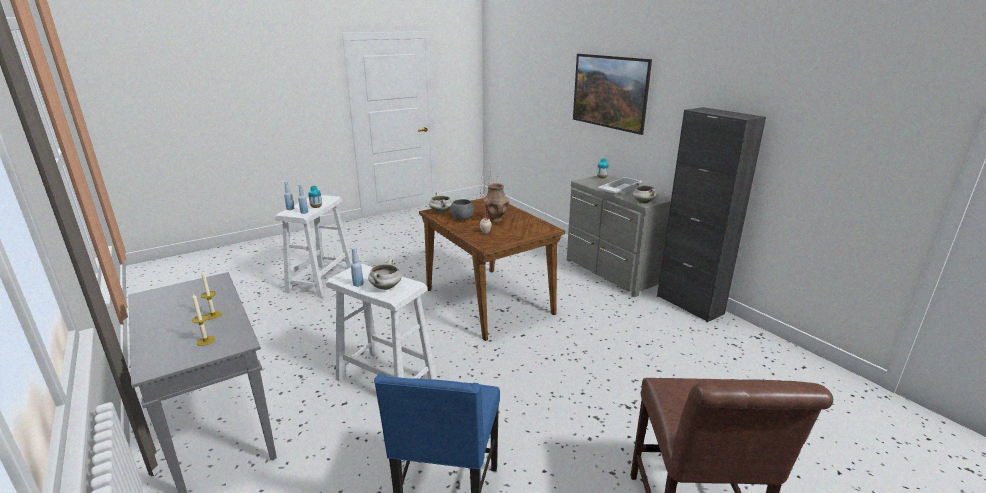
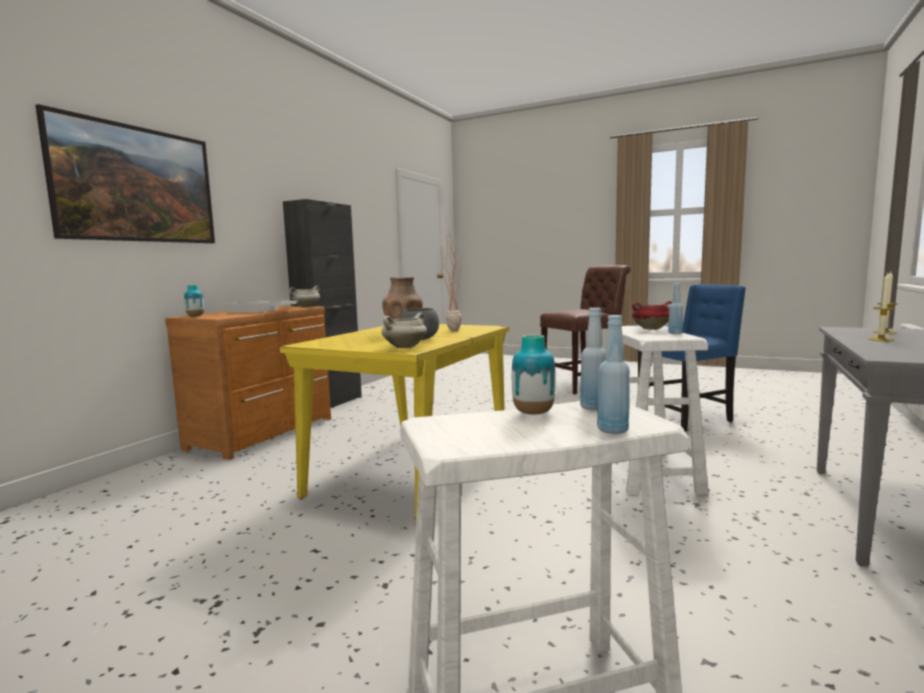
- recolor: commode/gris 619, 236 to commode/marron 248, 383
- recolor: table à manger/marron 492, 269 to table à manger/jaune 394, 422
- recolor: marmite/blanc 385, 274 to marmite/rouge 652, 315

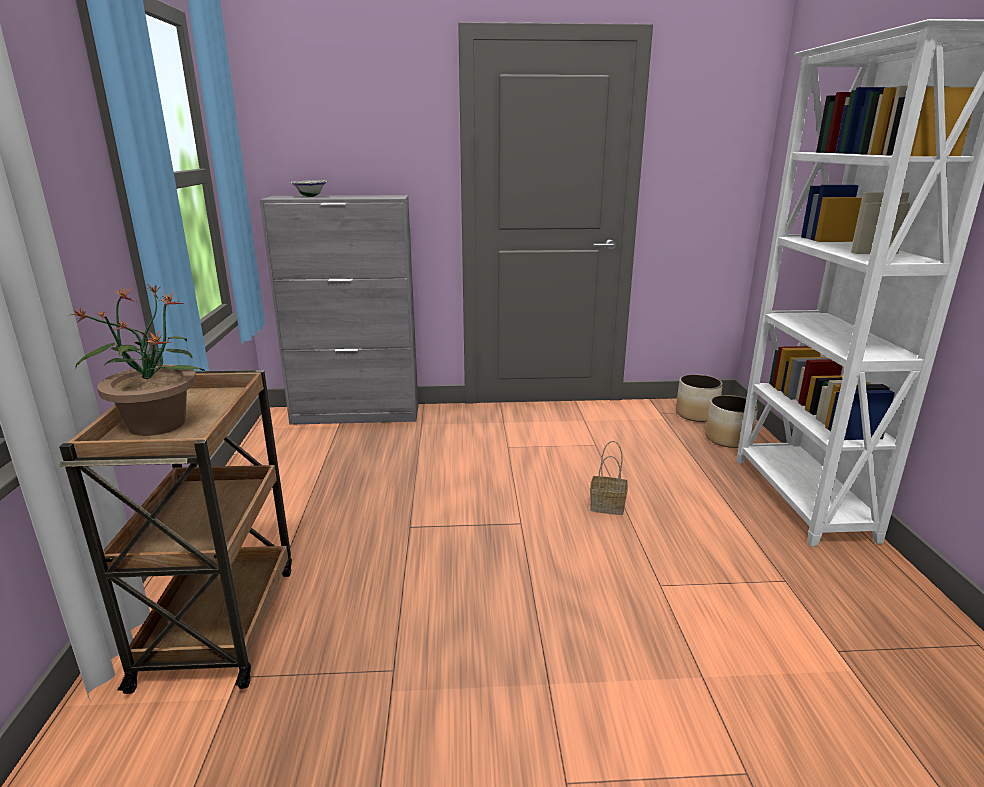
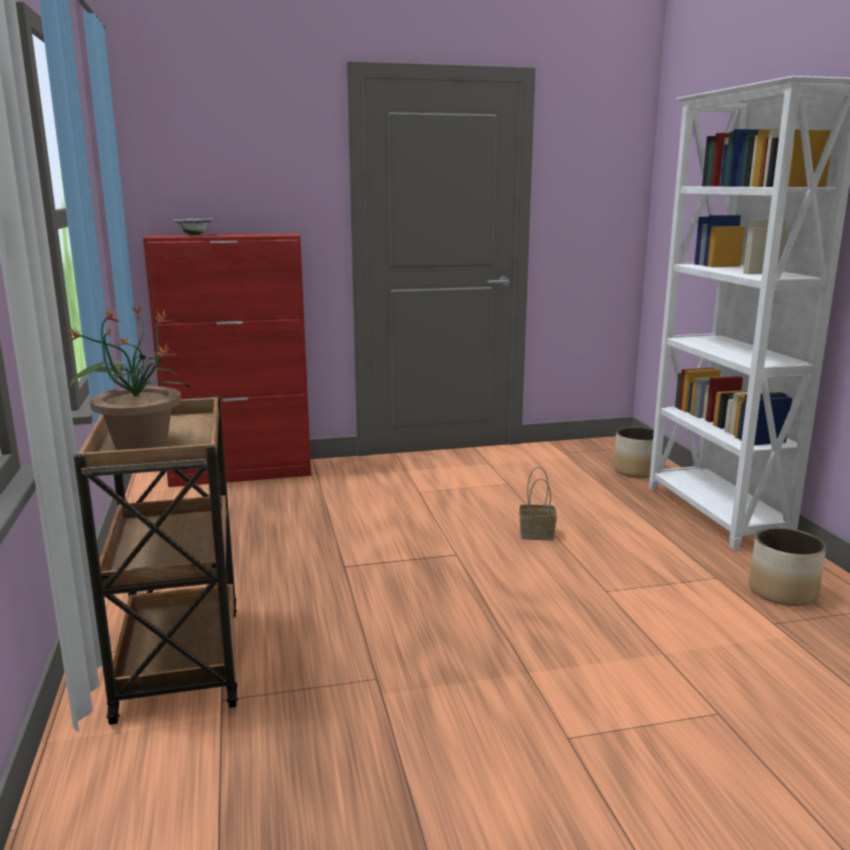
- recolor: meuble de rangement/gris 339, 310 to meuble de rangement/rouge 227, 360
- move: cache-pot 699, 398 to 787, 567

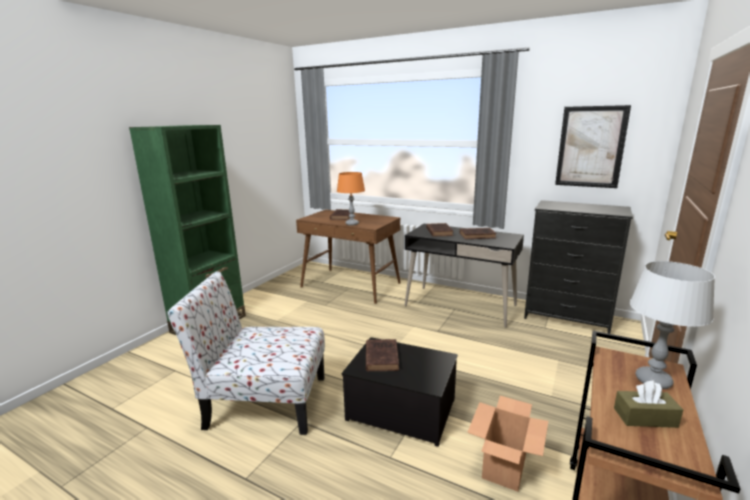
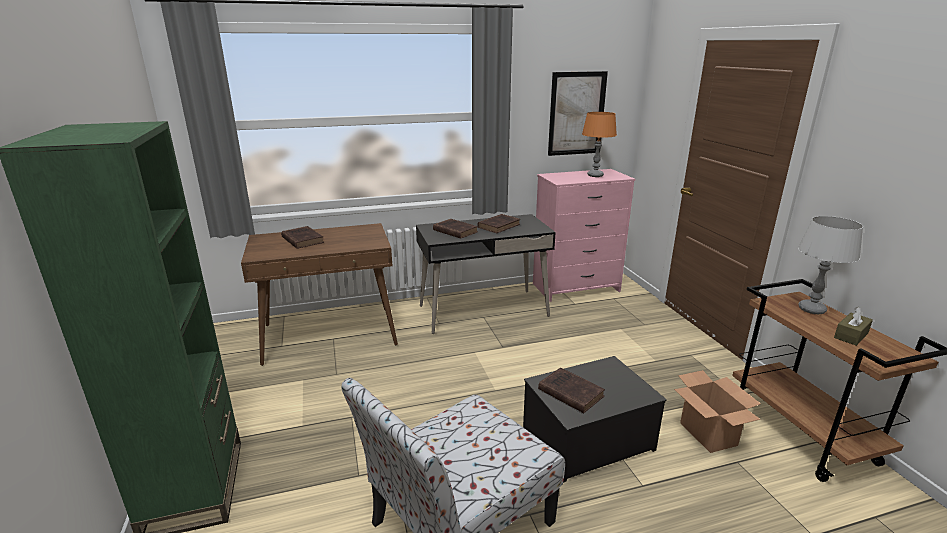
- recolor: commode/noir 578, 267 to commode/rose 584, 235
- move: lampe de table/orange 351, 199 to 599, 144

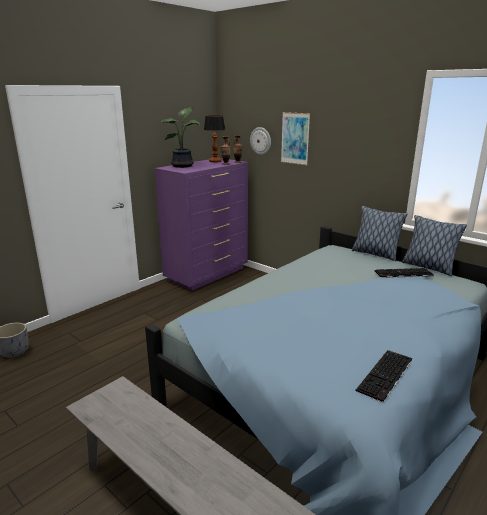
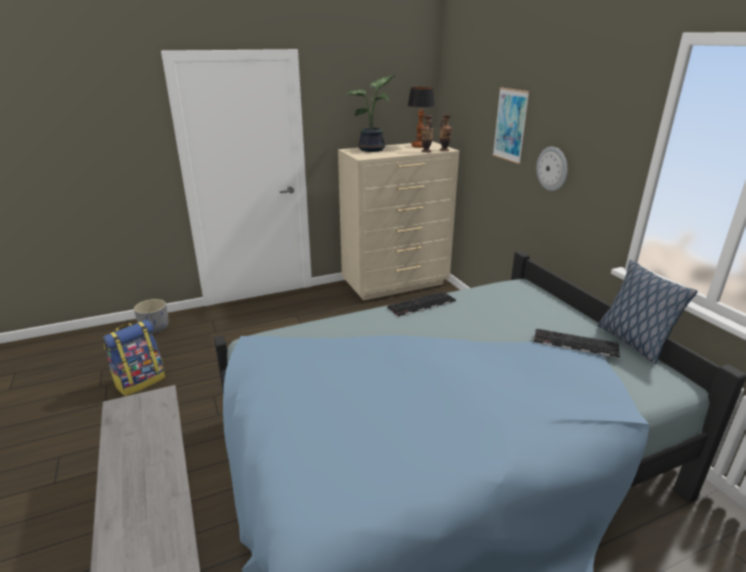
- insert: sac à dos 134, 358
- recolor: commode/violet 201, 224 to commode/beige 398, 221
- move: clavier 384, 376 to 421, 304
- move: horloge murale 260, 141 to 551, 169
- delete: coussin 380, 233

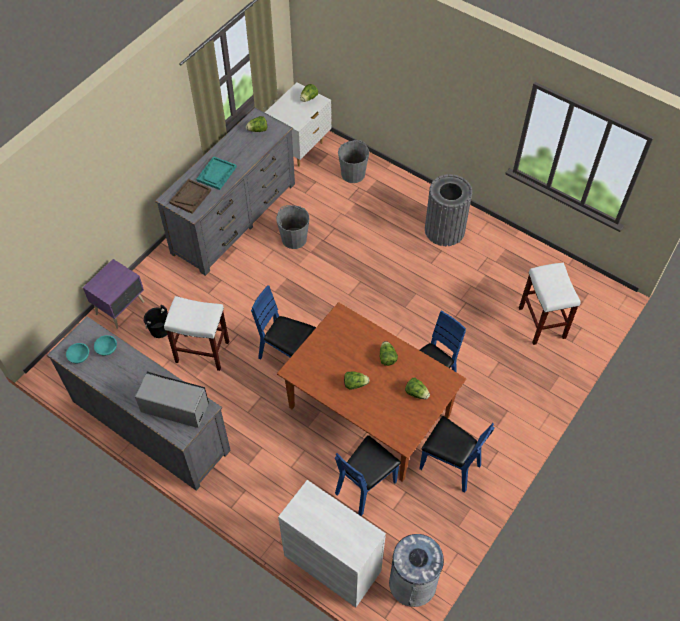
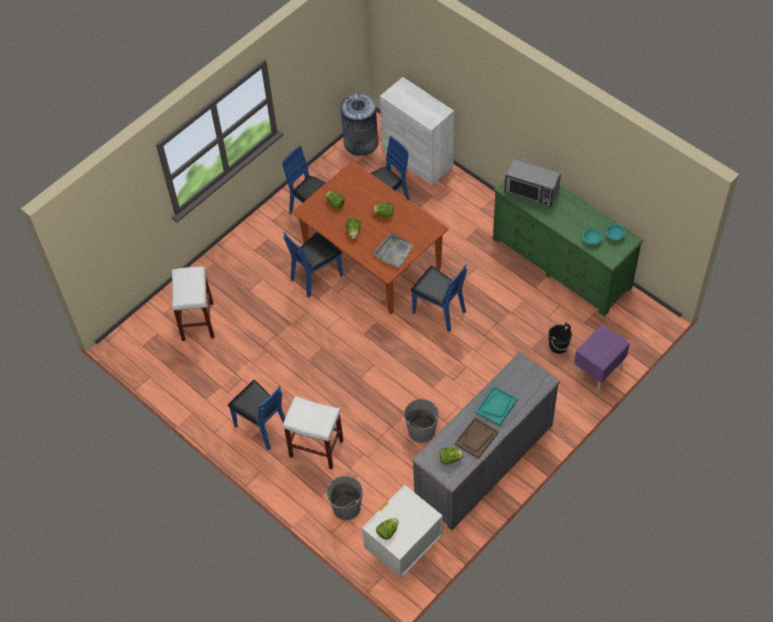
- replace: poubelle/gris 448, 210 to chaise/bleu 256, 415
- move: tabouret/blanc 196, 333 to 313, 432
- insert: plateau/gris 393, 250
- move: plateau/marron 190, 196 to 477, 438
- recolor: commode/gris 139, 403 to commode/vert 568, 248

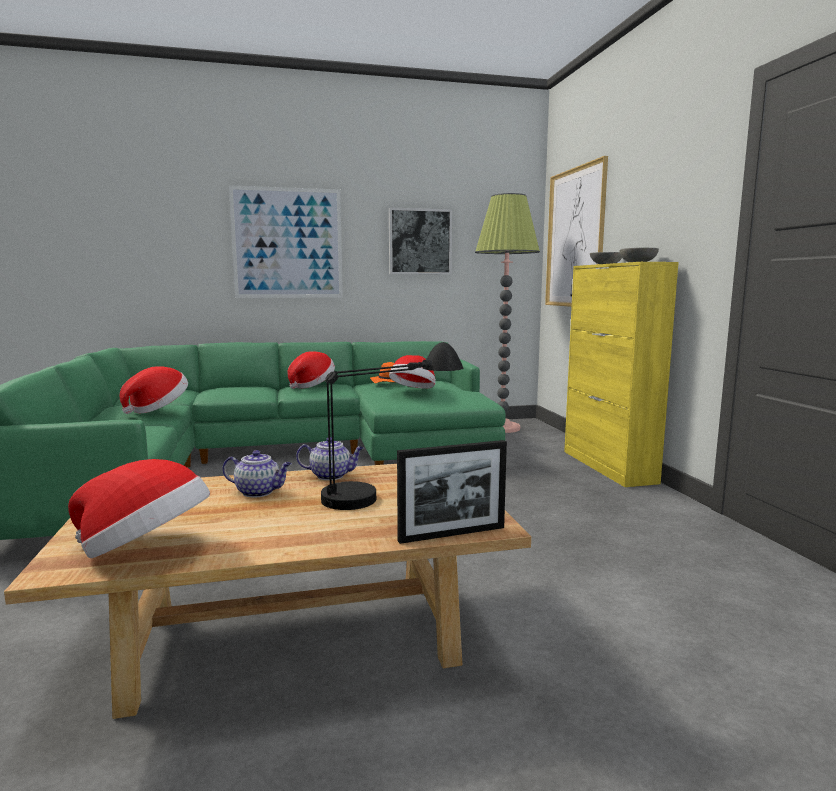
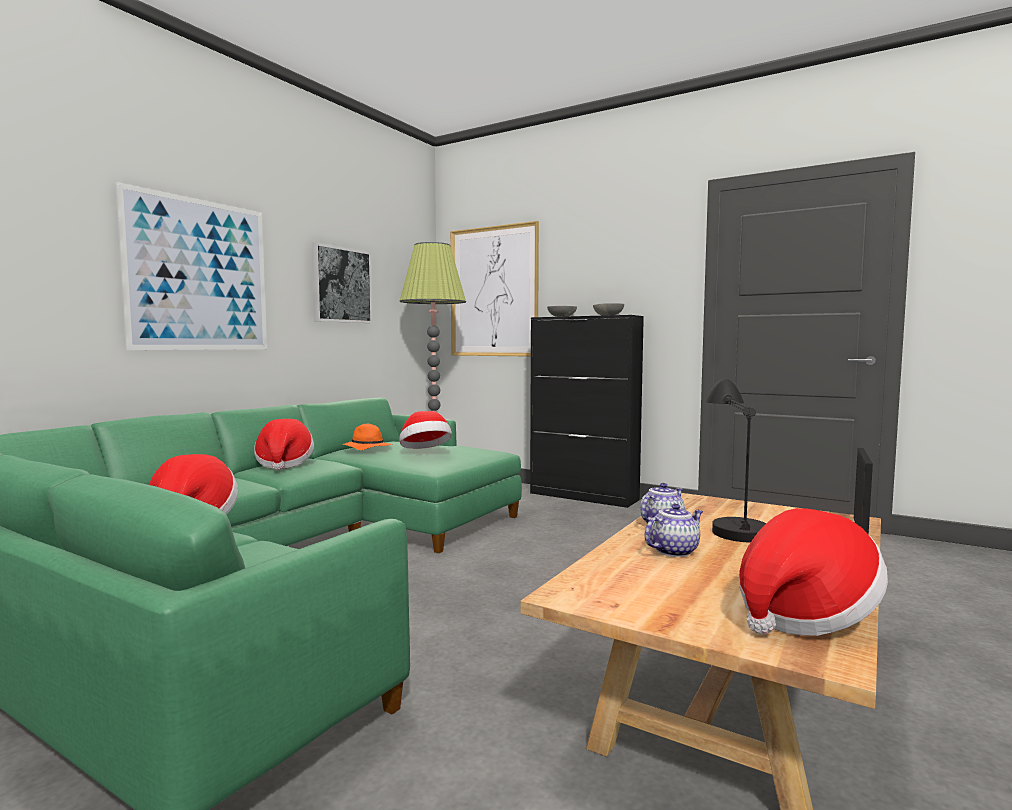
- recolor: meuble de rangement/jaune 621, 374 to meuble de rangement/noir 587, 411

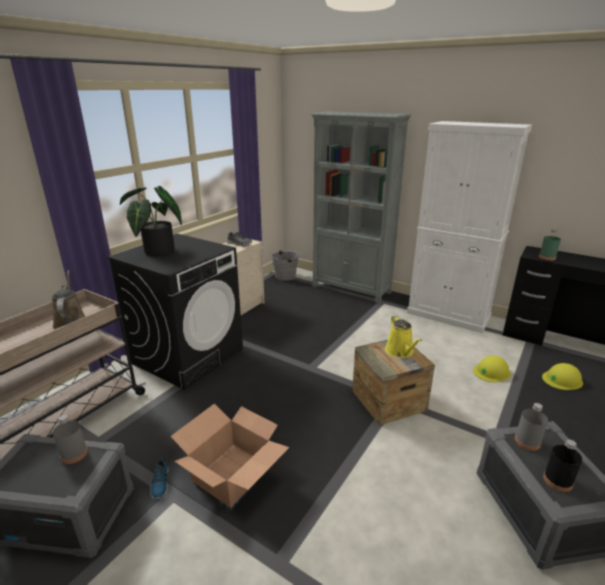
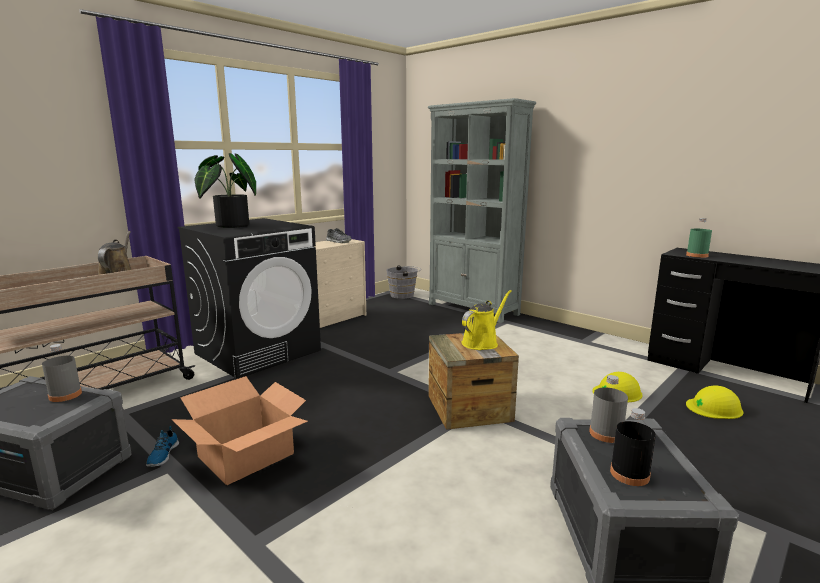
- rotate: arrosoir/jaune 403, 337 = 486, 320 135 degrees counterclockwise
- delete: meuble de rangement/blanc 469, 227

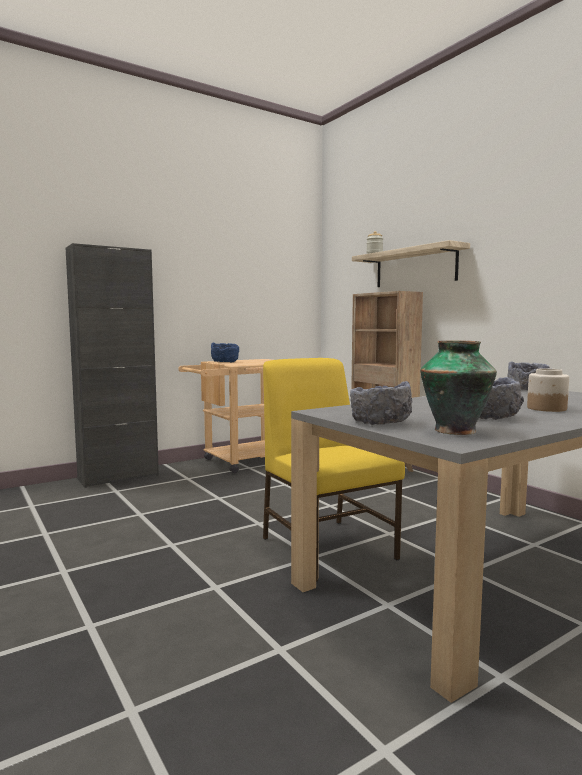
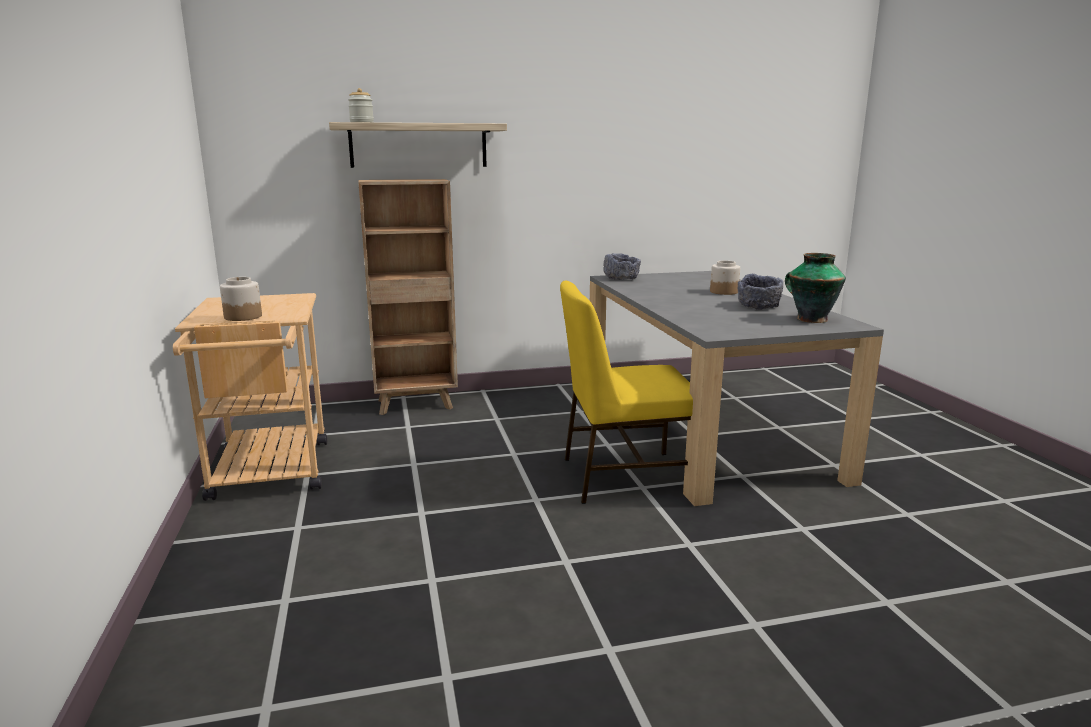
- replace: bol/bleu 225, 352 to bocal 241, 299
- delete: meuble de rangement/noir 112, 365
- delete: bol/gris 381, 403

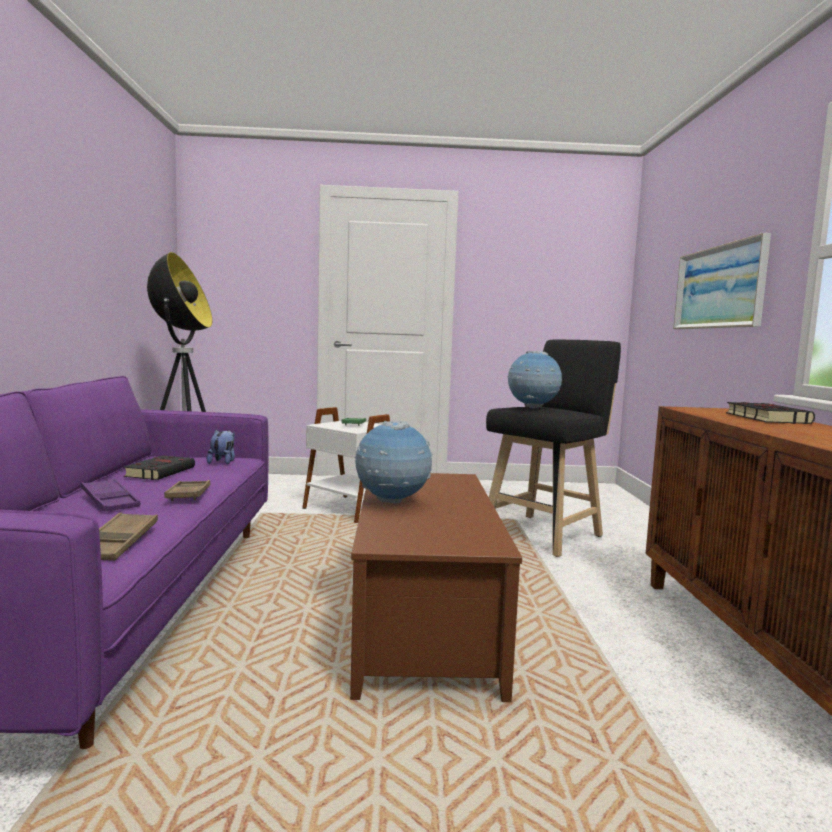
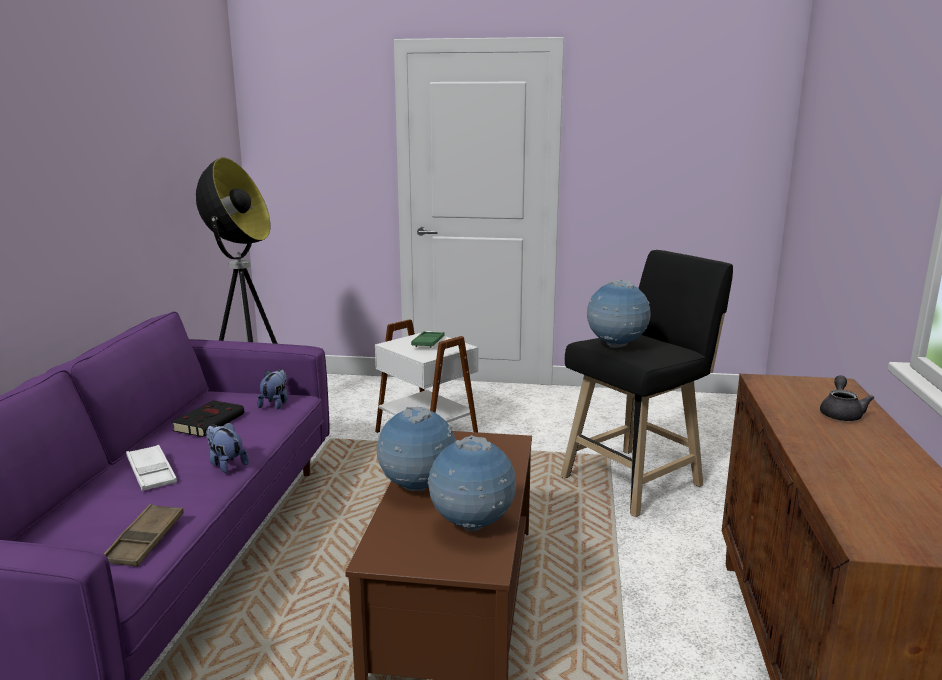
- recolor: plateau/violet 110, 495 to plateau/blanc 151, 468
- replace: plateau/marron 187, 490 to peluche 227, 447
- insert: globe 472, 483
- replace: livre/noir 770, 413 to théière/gris 847, 398
- delete: tableau 722, 281

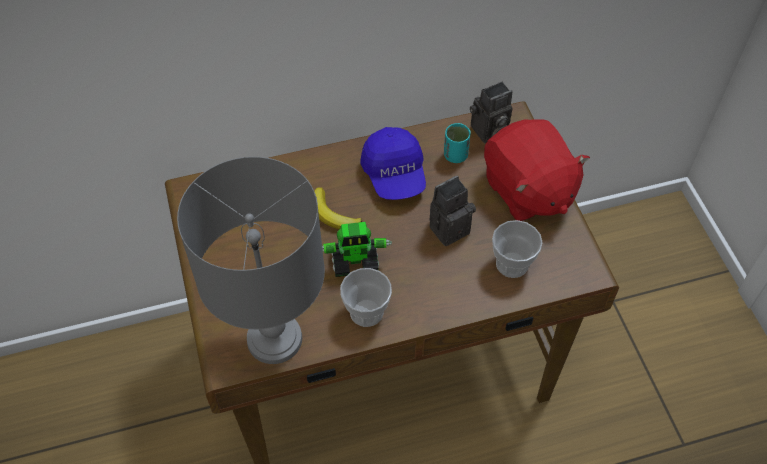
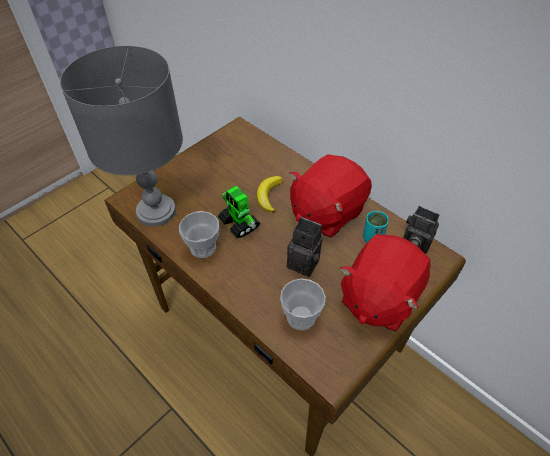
- replace: casquette/bleu 393, 163 to peluche/rouge 330, 196

